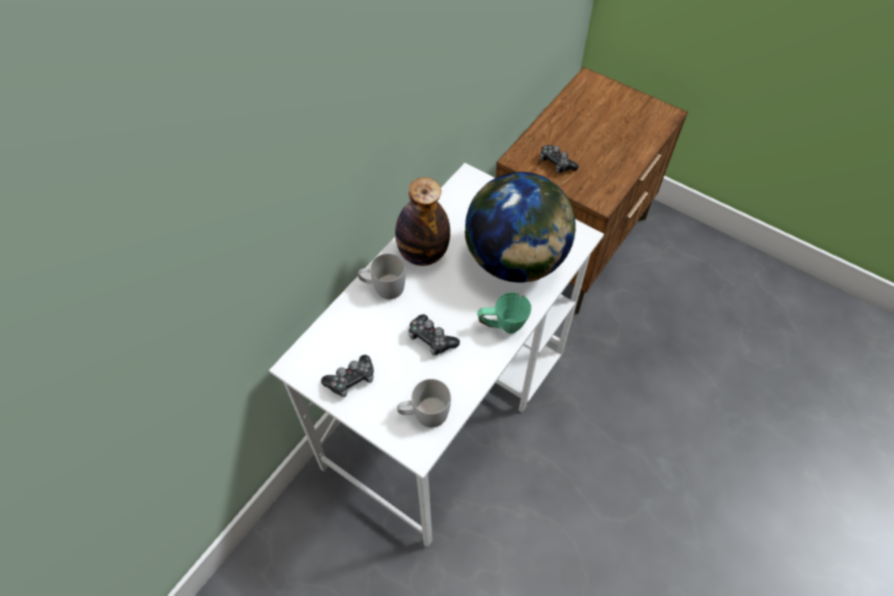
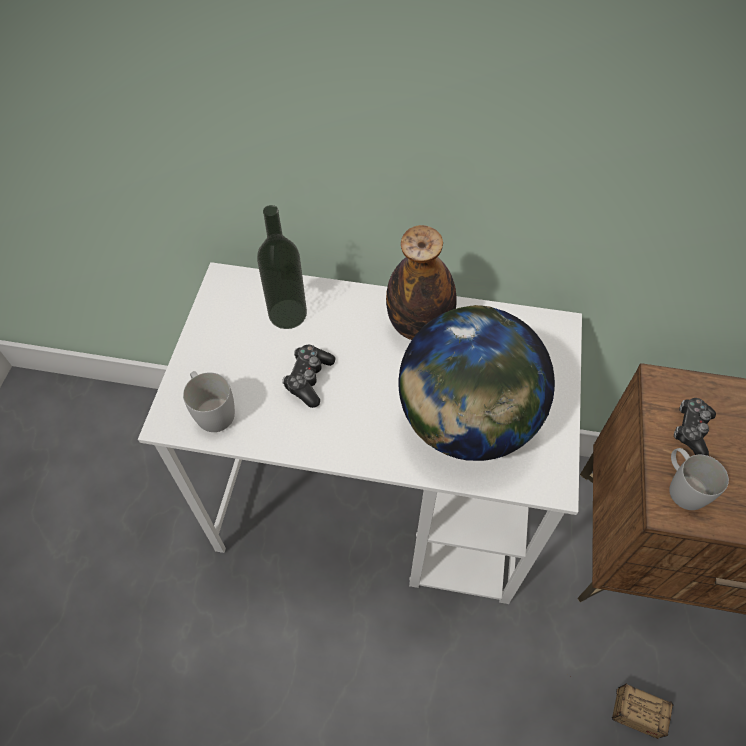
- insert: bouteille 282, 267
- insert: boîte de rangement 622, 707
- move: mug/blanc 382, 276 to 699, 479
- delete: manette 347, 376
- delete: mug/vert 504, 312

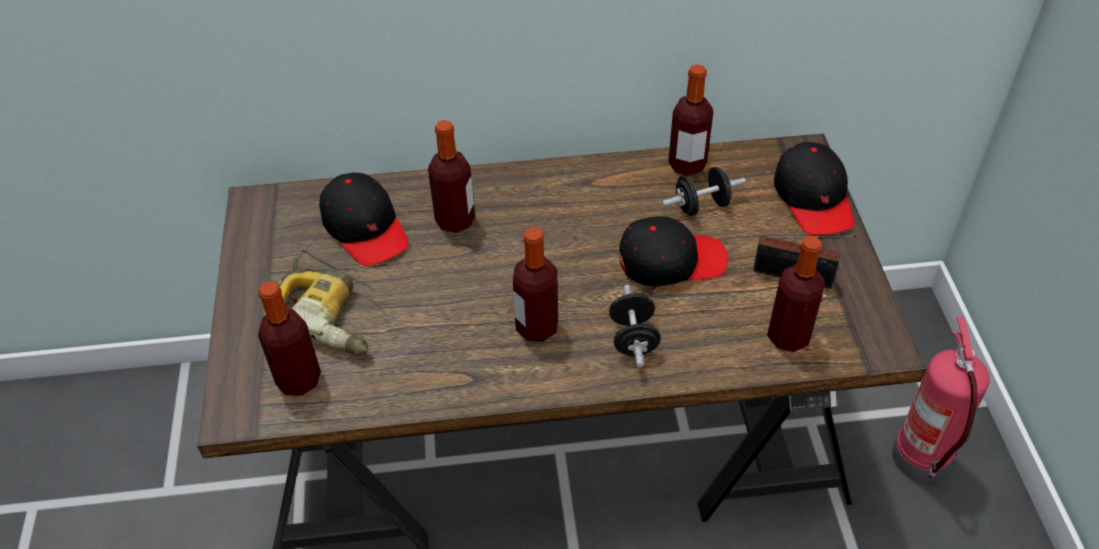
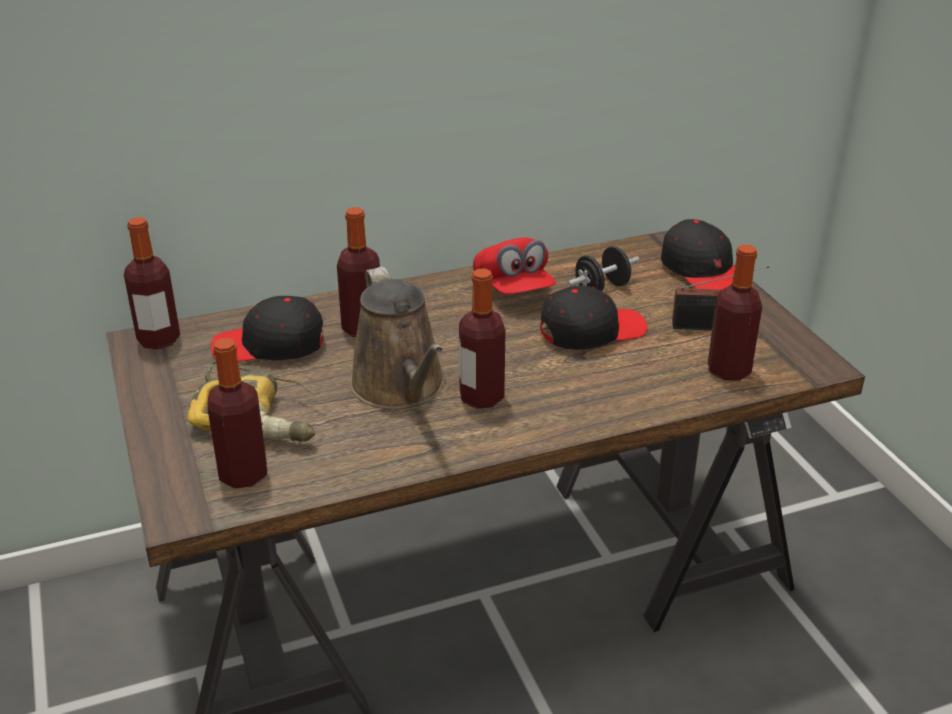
- move: bouteille 691, 120 to 152, 283
- rotate: casquette/noir 364, 219 = 267, 329 135 degrees clockwise
- insert: arrosoir/marron 397, 337
- insert: casquette/rouge 514, 266
- delete: haltère/noir 635, 326
- delete: extincteur 941, 399

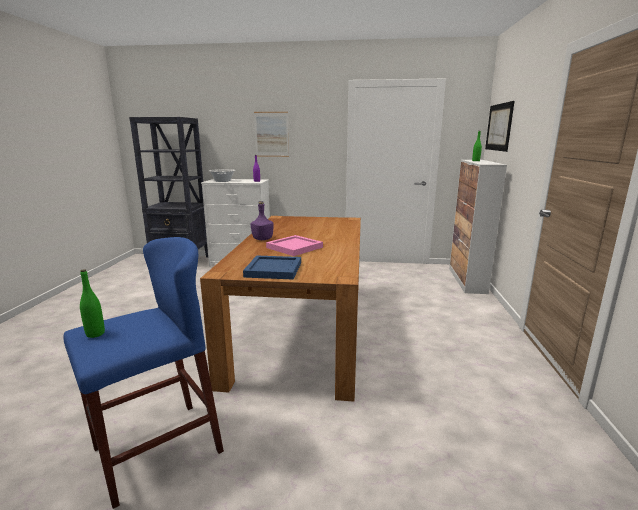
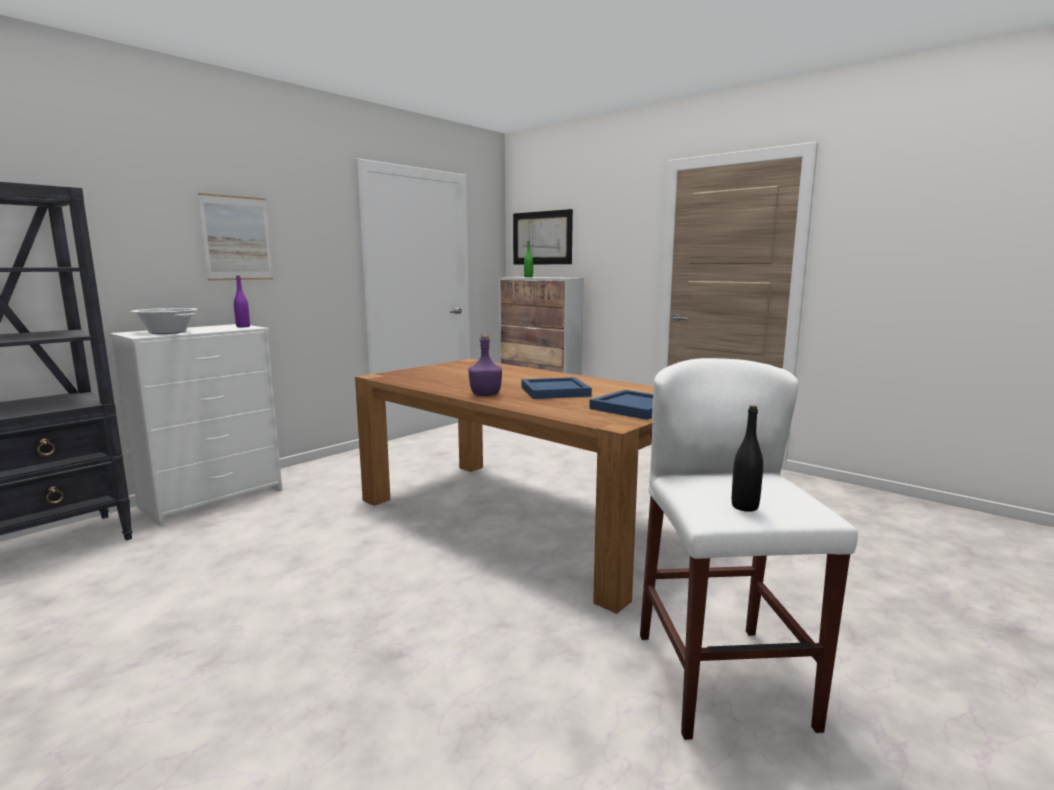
- recolor: plateau/rose 294, 245 to plateau/bleu 556, 388
- recolor: tabouret/bleu 143, 373 to tabouret/blanc 749, 549
- recolor: bouteille/vert 92, 303 to bouteille/noir 747, 458

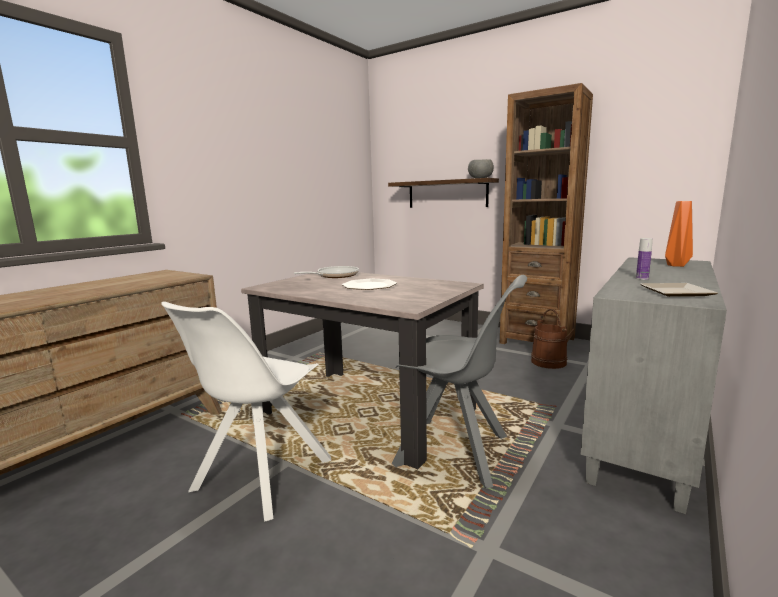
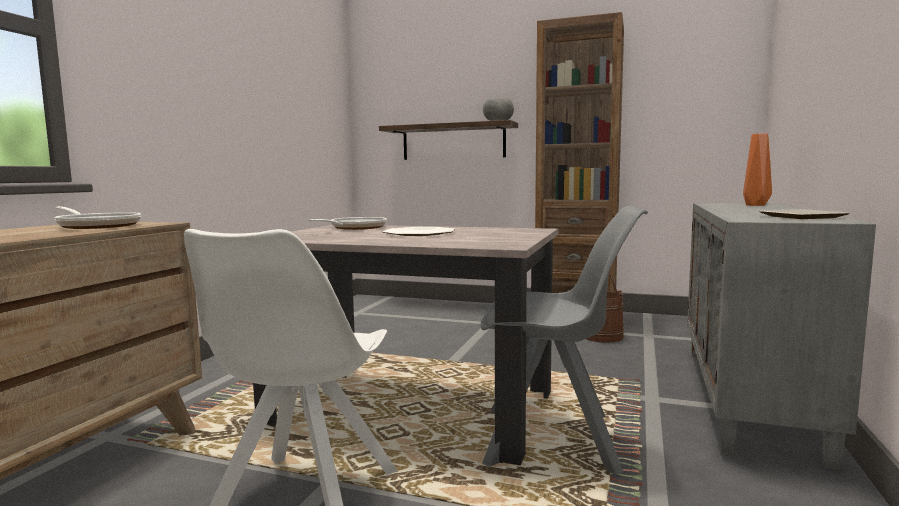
- insert: poêle 97, 217
- delete: bouteille 644, 259

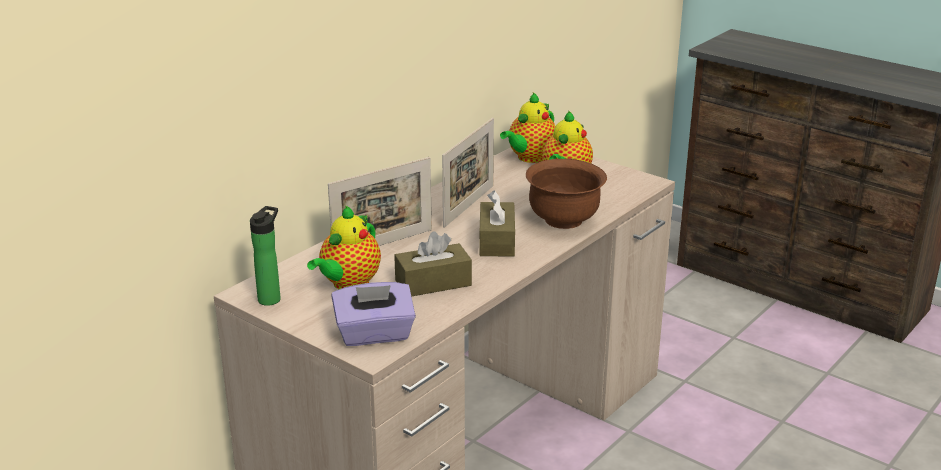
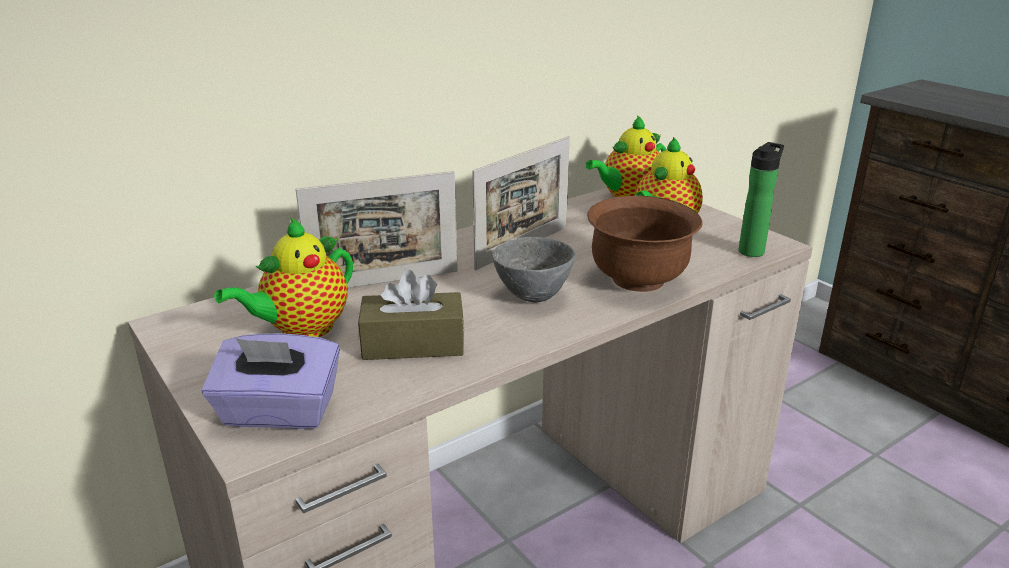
- replace: boîte à mouchoirs/marron 497, 223 to bol/gris 533, 269
- move: bouteille 265, 256 to 761, 199

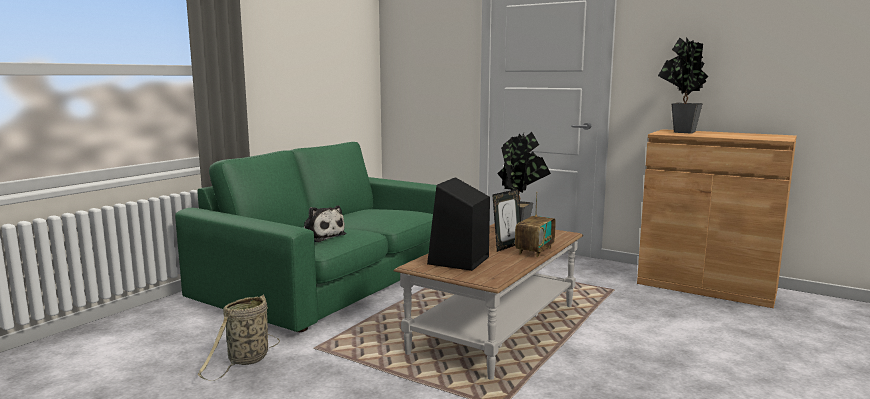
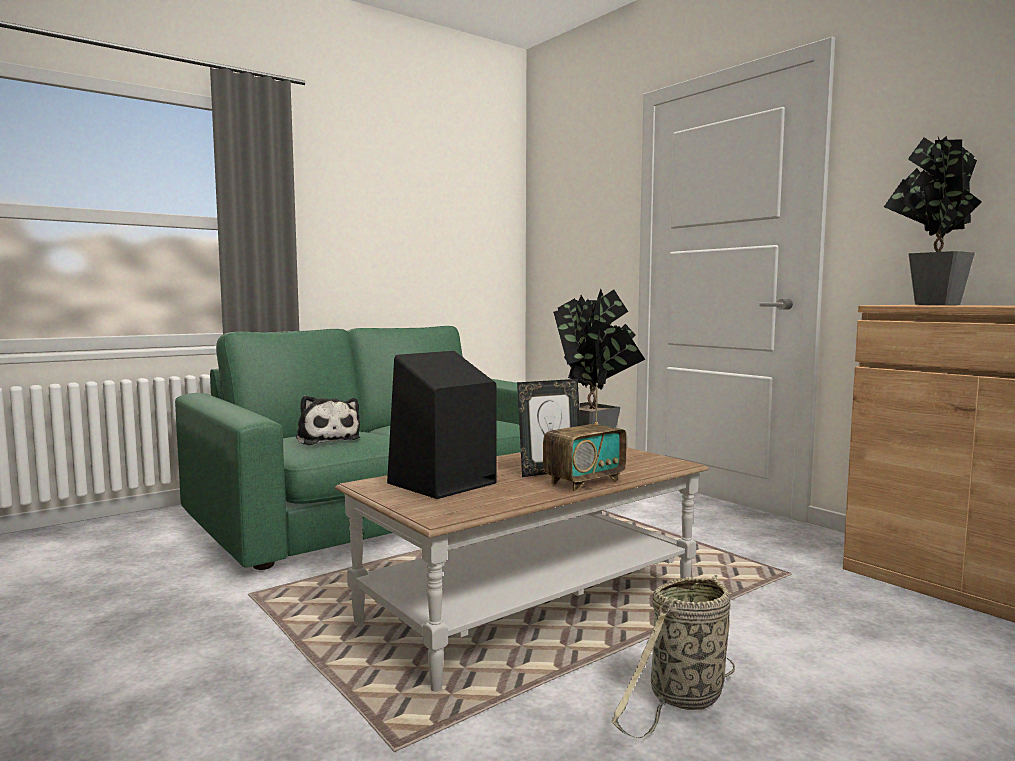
- move: panier 239, 338 to 673, 657

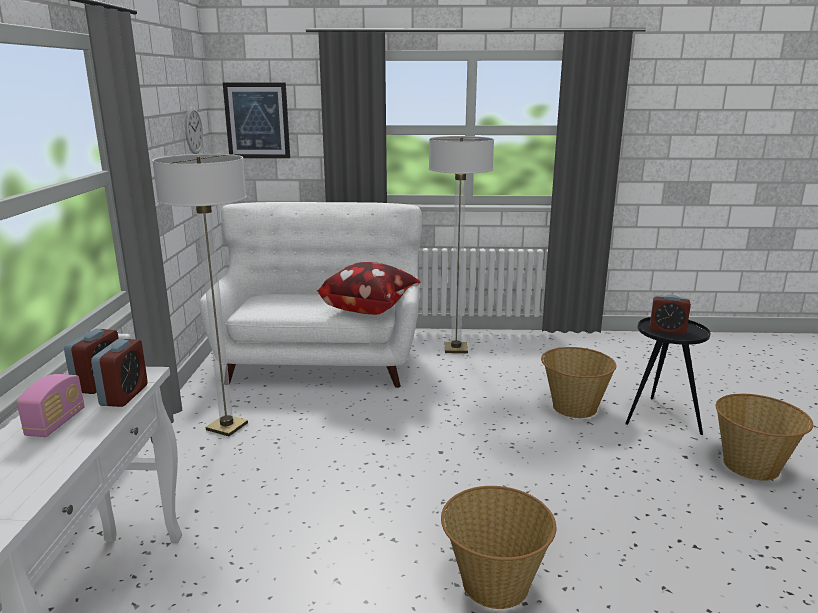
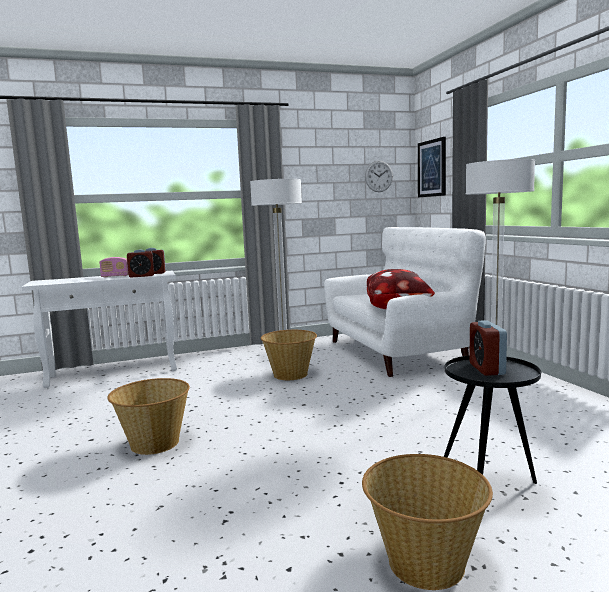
- move: panier 578, 382 to 289, 355

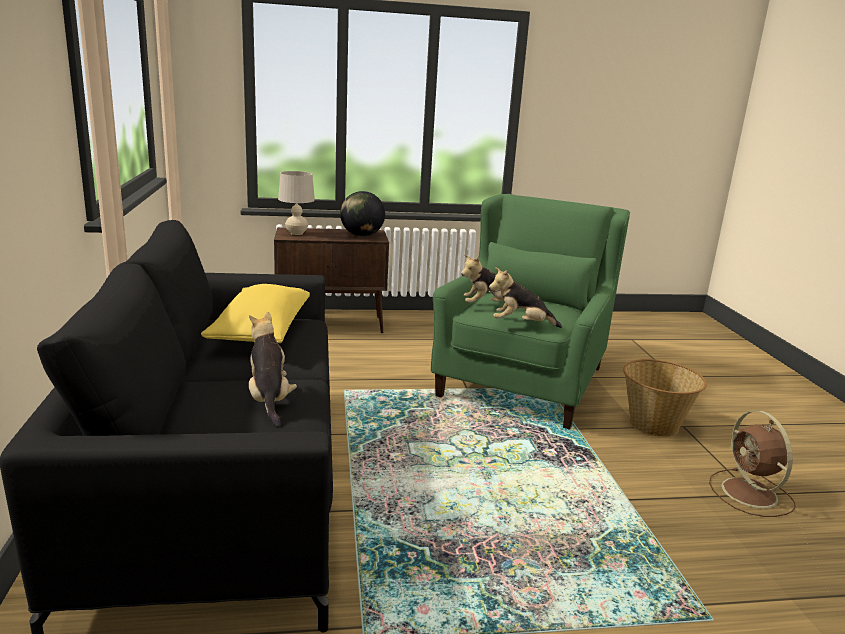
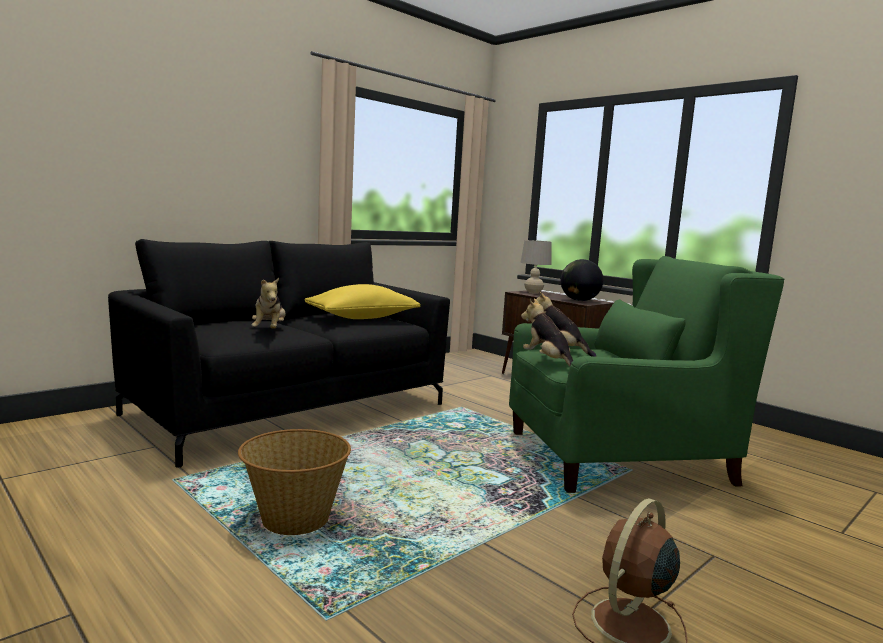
- move: panier 665, 398 to 294, 482
- rotate: peluche 273, 369 = 269, 303 135 degrees clockwise

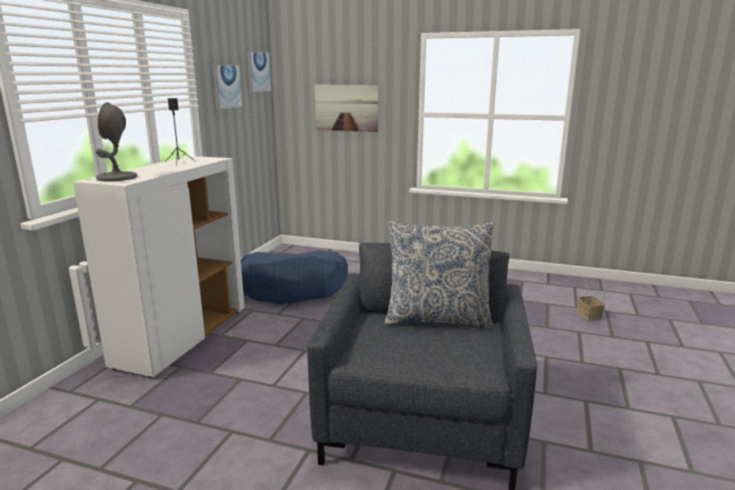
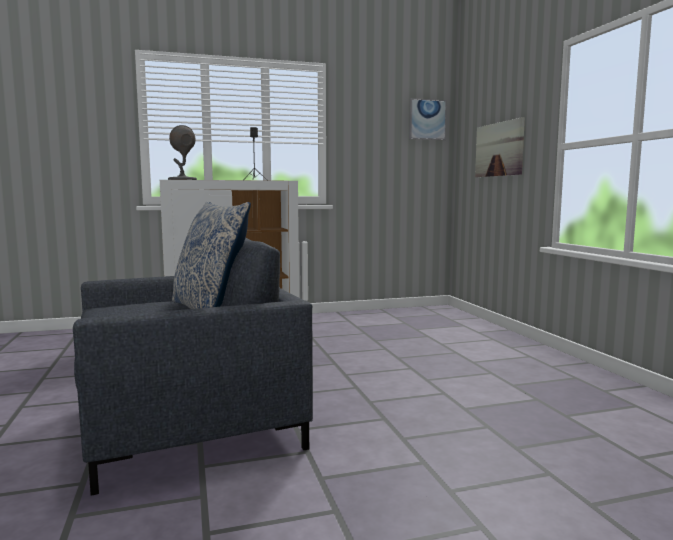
- delete: tableau 228, 87
- delete: panier pour chien/bleu 294, 277
- delete: panier 591, 299

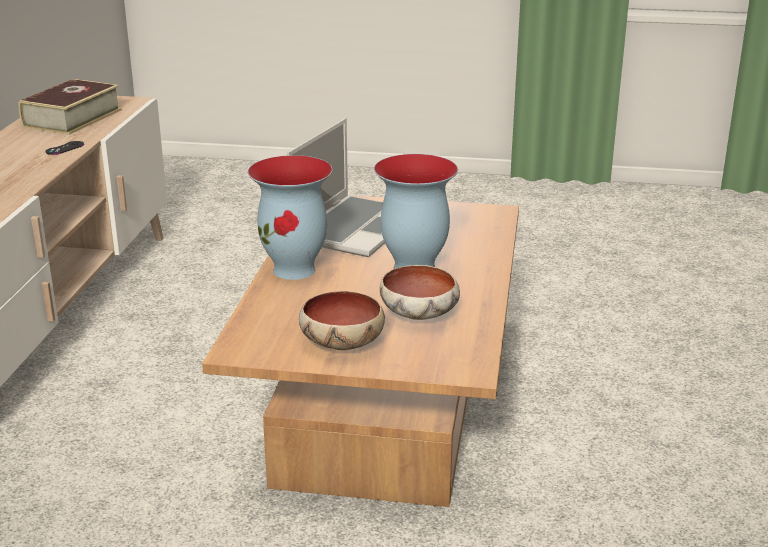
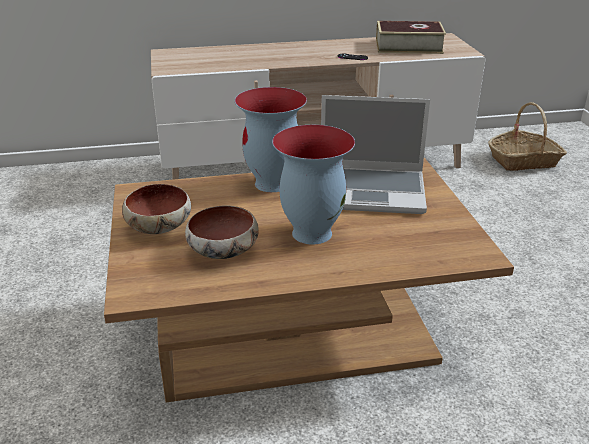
- insert: panier 527, 136

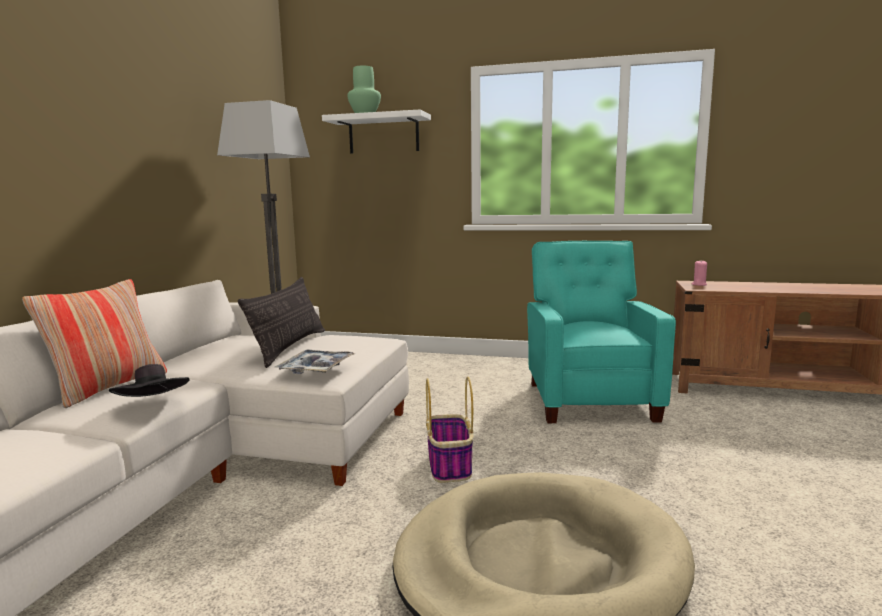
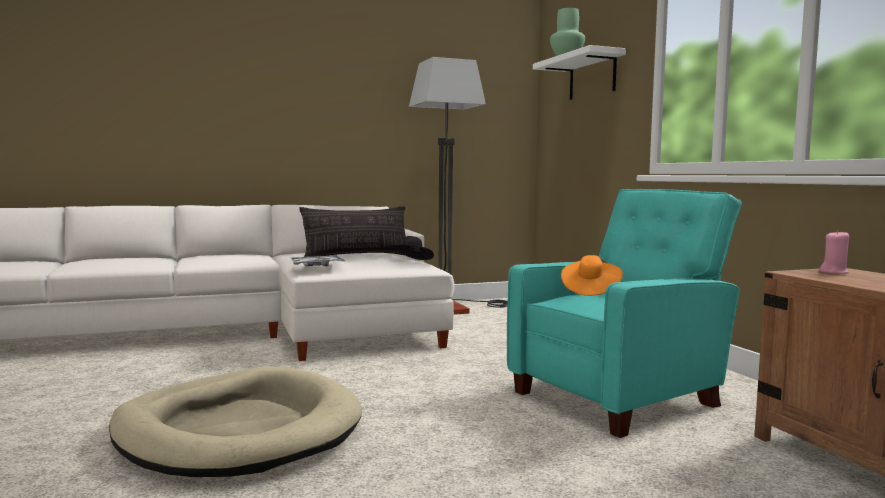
- move: chapeau/noir 149, 380 to 412, 248
- insert: chapeau/orange 592, 275
- delete: coussin 94, 343
- delete: panier 449, 430

